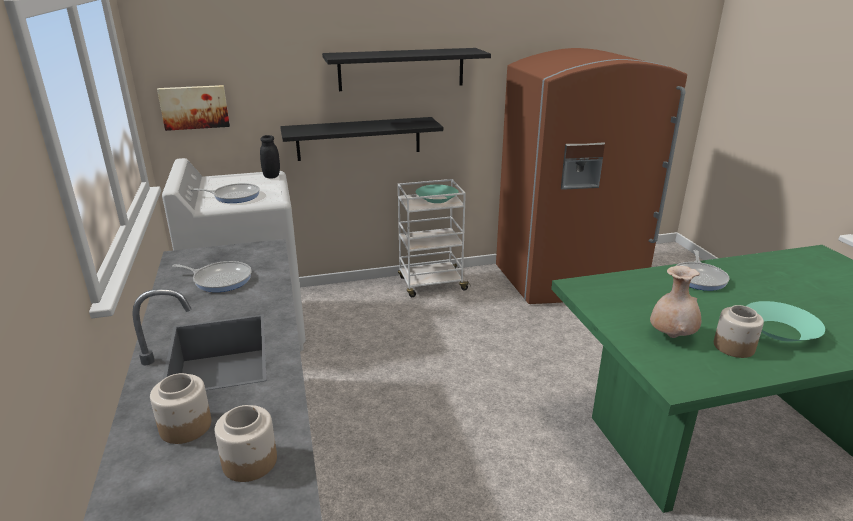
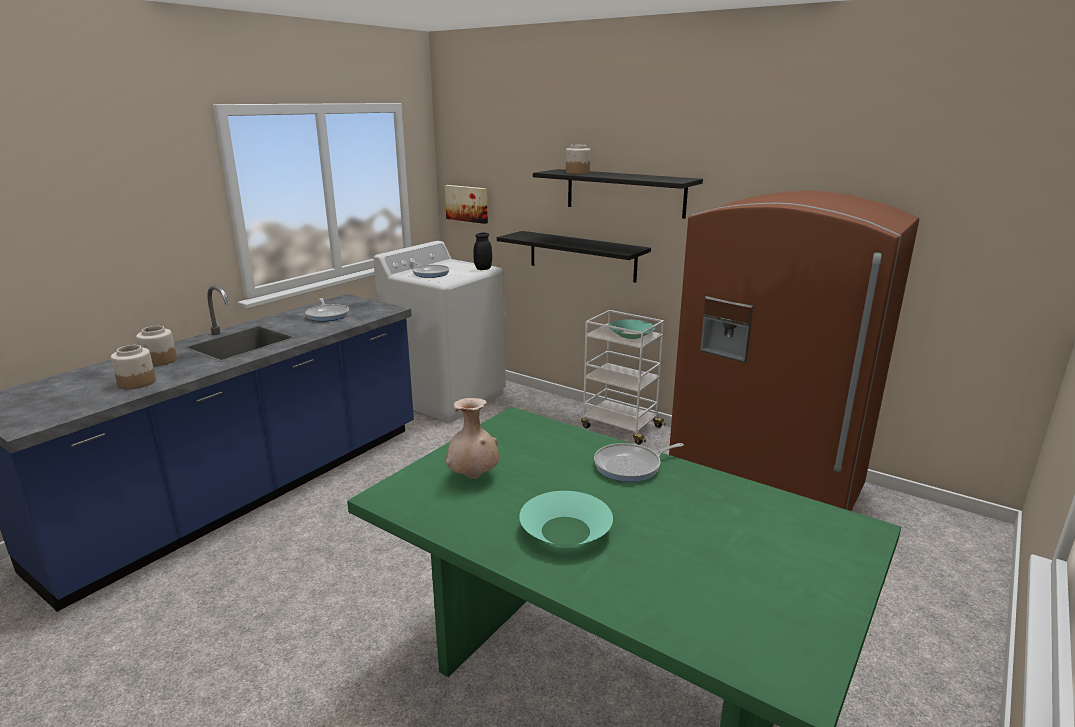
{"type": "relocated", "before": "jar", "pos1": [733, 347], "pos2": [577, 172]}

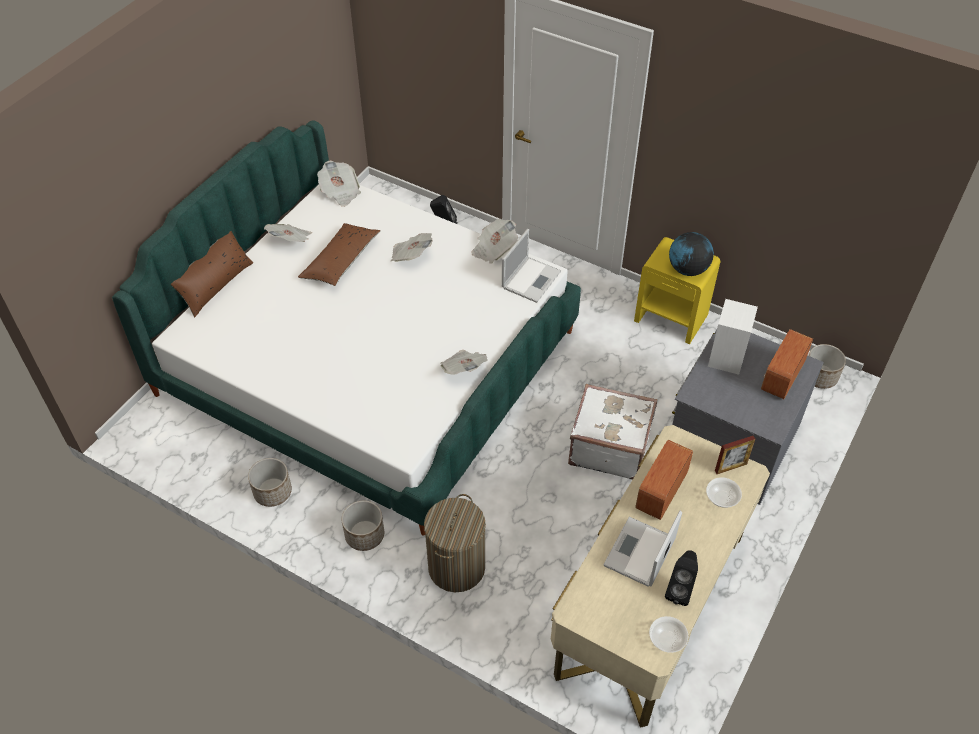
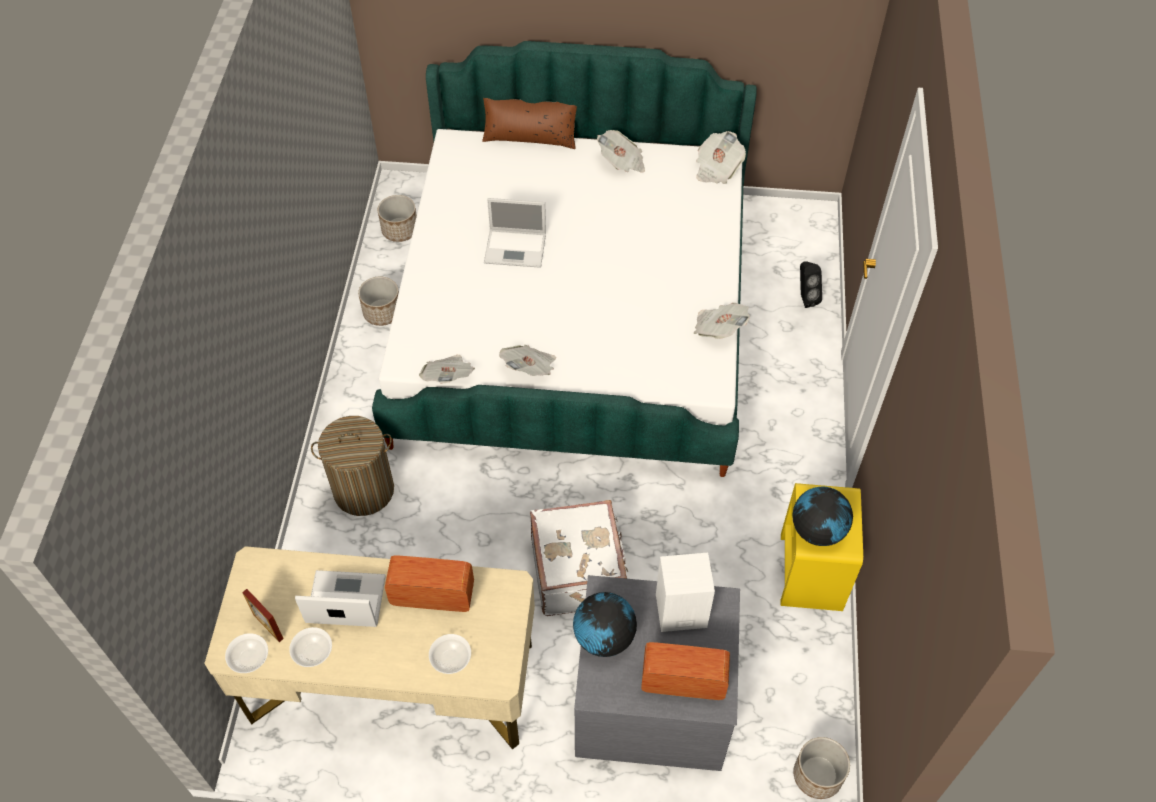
{"type": "missing", "before": "pillow in brown", "pos1": [341, 261]}
{"type": "appeared", "after": "globe", "pos2": [603, 637]}
{"type": "relocated", "before": "planter", "pos1": [364, 535], "pos2": [400, 230]}
{"type": "relocated", "before": "newspaper", "pos1": [411, 256], "pos2": [448, 377]}
{"type": "relocated", "before": "laptop", "pos1": [531, 279], "pos2": [516, 248]}
{"type": "relocated", "before": "picture frame", "pos1": [730, 467], "pos2": [268, 627]}
{"type": "exchanged", "before": "speaker in black", "after": "bowl", "pos1": [680, 590], "pos2": [313, 652]}

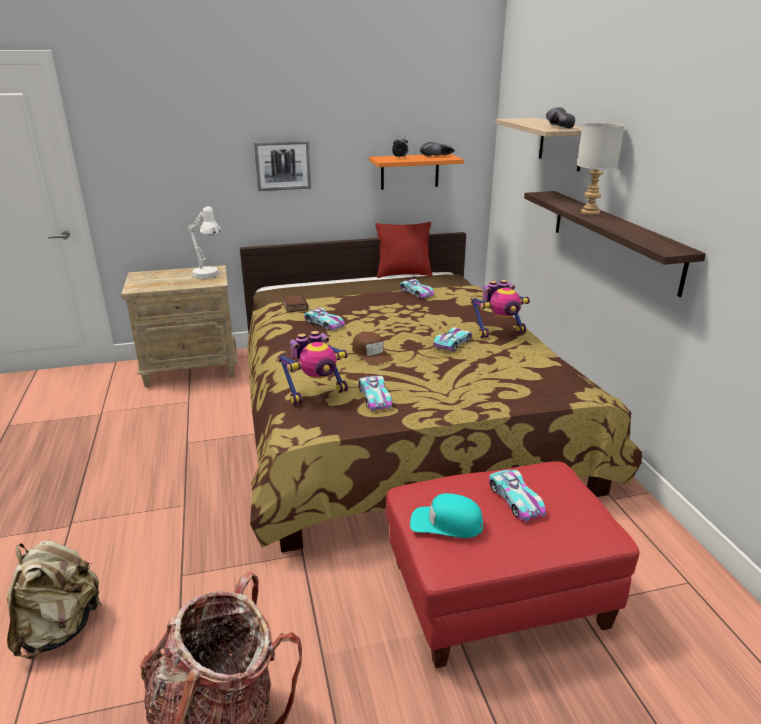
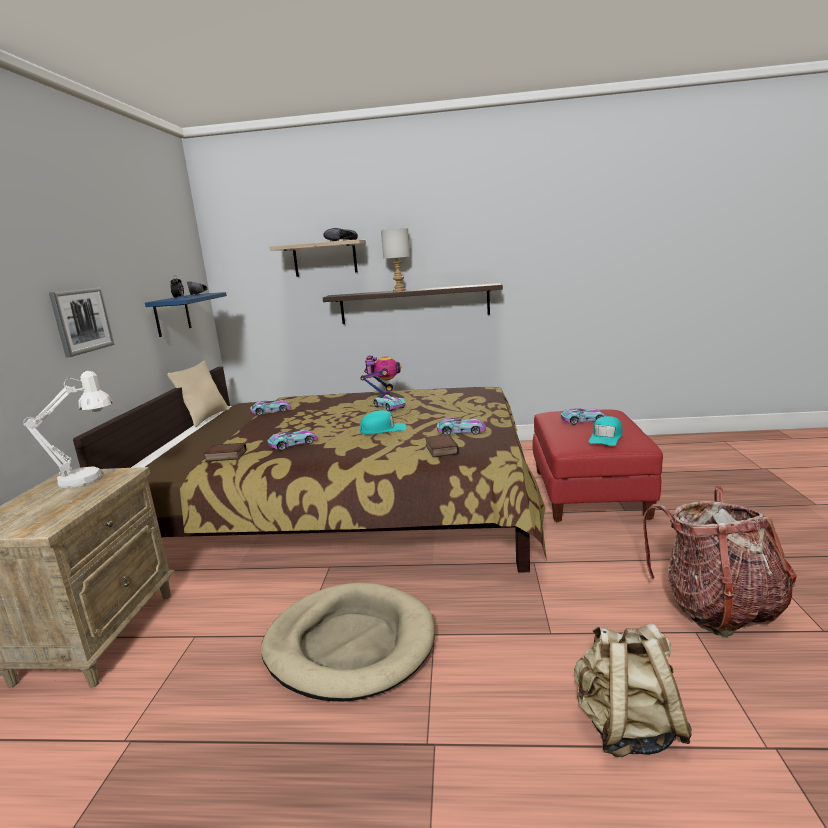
{"type": "appeared", "after": "dog bed in beige", "pos2": [350, 644]}
{"type": "exchanged", "before": "toy robot", "after": "book", "pos1": [316, 393], "pos2": [440, 449]}
{"type": "colour", "before": "cap in brown", "after": "cap in turquoise", "pos1": [371, 354], "pos2": [383, 429]}
{"type": "colour", "before": "shelf in orange", "after": "shelf in blue", "pos1": [409, 171], "pos2": [172, 315]}
{"type": "colour", "before": "pillow in red", "after": "pillow in beige", "pos1": [403, 274], "pos2": [206, 418]}

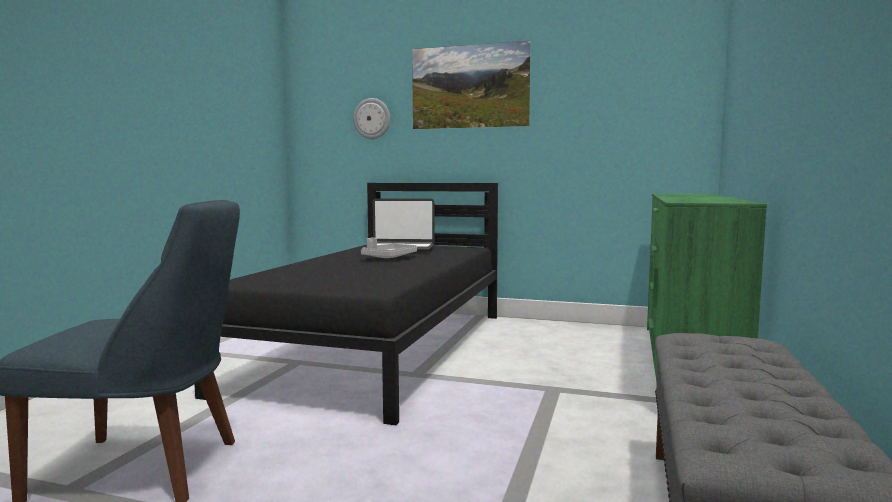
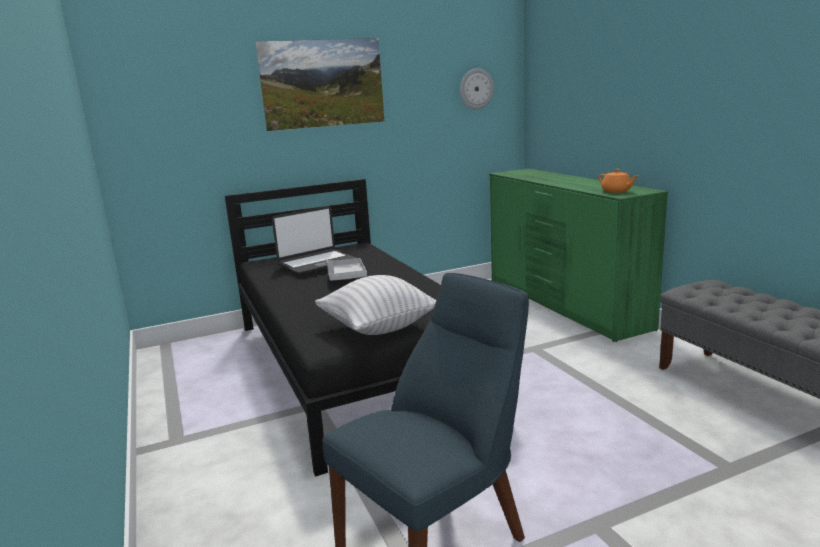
{"type": "appeared", "after": "pillow in white", "pos2": [378, 327]}
{"type": "appeared", "after": "teapot in orange", "pos2": [616, 191]}
{"type": "relocated", "before": "wall clock", "pos1": [372, 118], "pos2": [476, 89]}

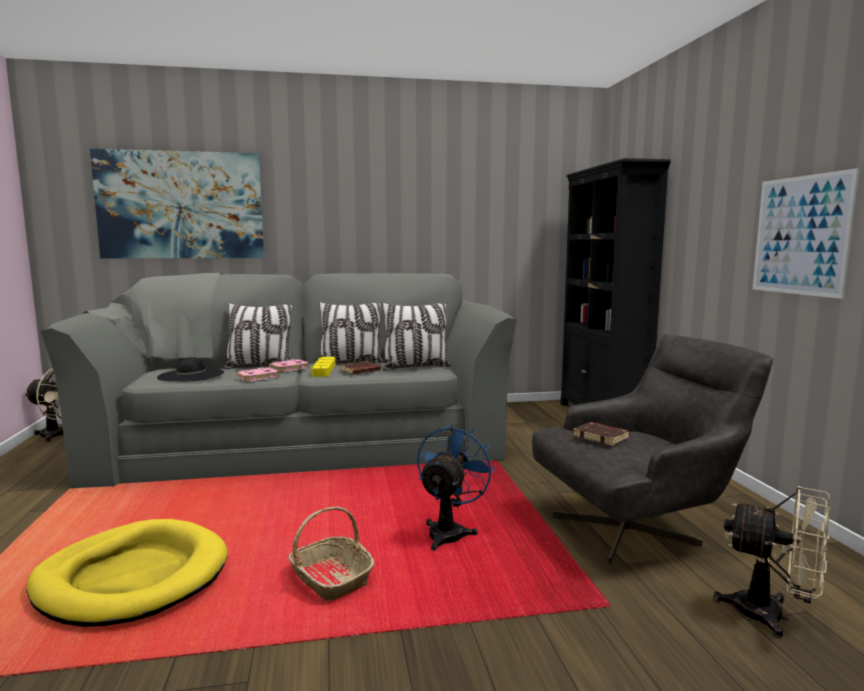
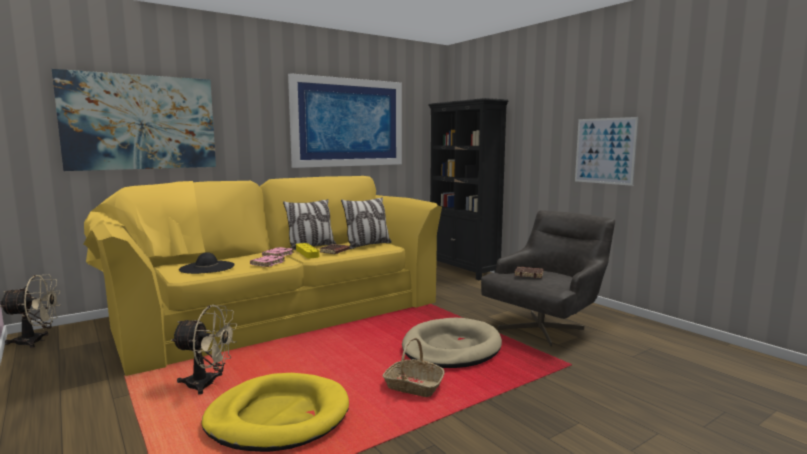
{"type": "missing", "before": "pillow", "pos1": [260, 366]}
{"type": "appeared", "after": "picture", "pos2": [348, 122]}
{"type": "relocated", "before": "fan in beige", "pos1": [772, 616], "pos2": [208, 384]}
{"type": "exchanged", "before": "fan in blue", "after": "dog bed in beige", "pos1": [449, 532], "pos2": [451, 348]}
{"type": "colour", "before": "sofa in grey", "after": "sofa in yellow", "pos1": [302, 440], "pos2": [278, 311]}

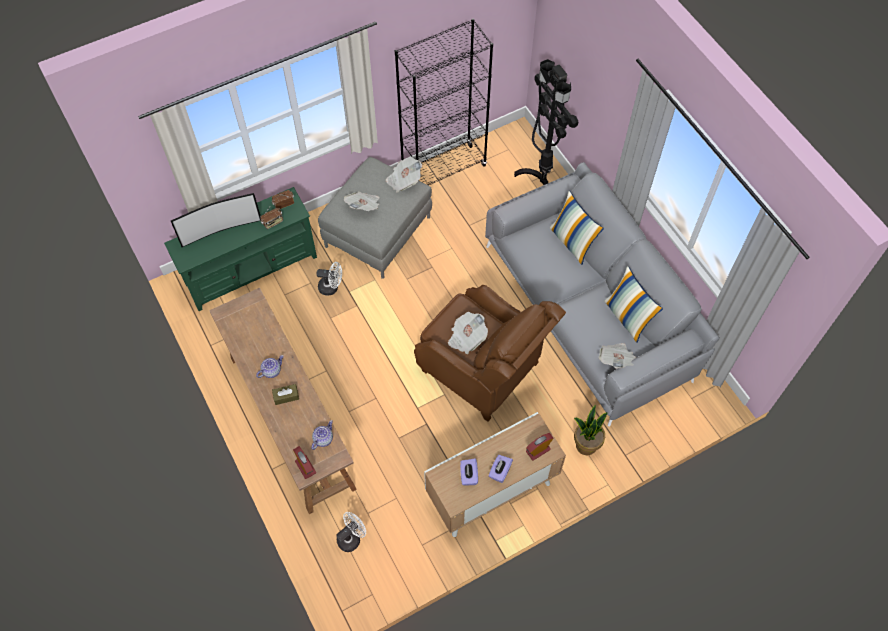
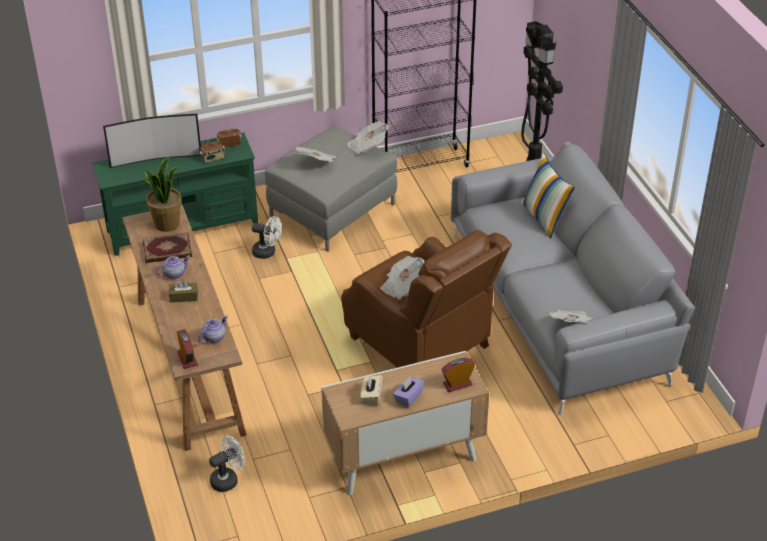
{"type": "missing", "before": "pillow", "pos1": [628, 317]}
{"type": "appeared", "after": "book", "pos2": [167, 250]}
{"type": "relocated", "before": "potted plant", "pos1": [585, 445], "pos2": [166, 223]}
{"type": "colour", "before": "tissue box in purple", "after": "tissue box in beige", "pos1": [468, 475], "pos2": [371, 396]}

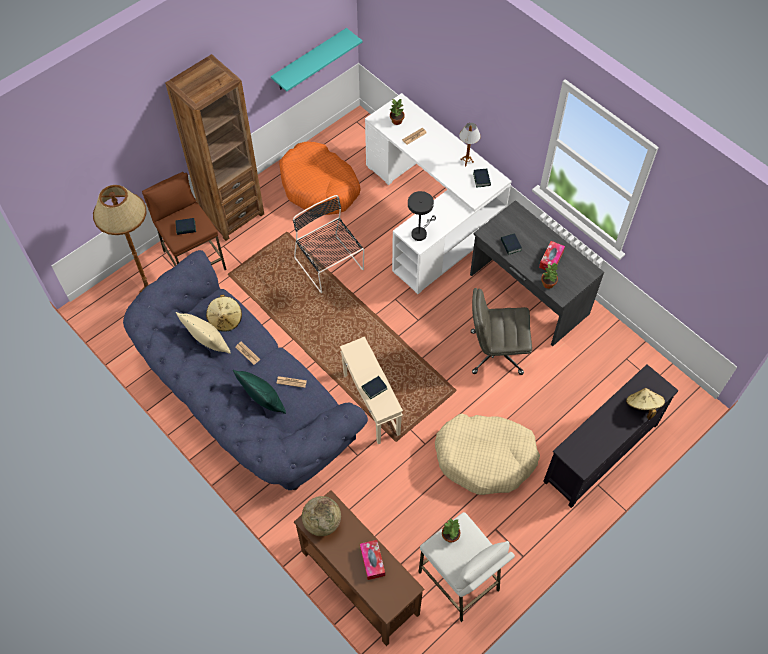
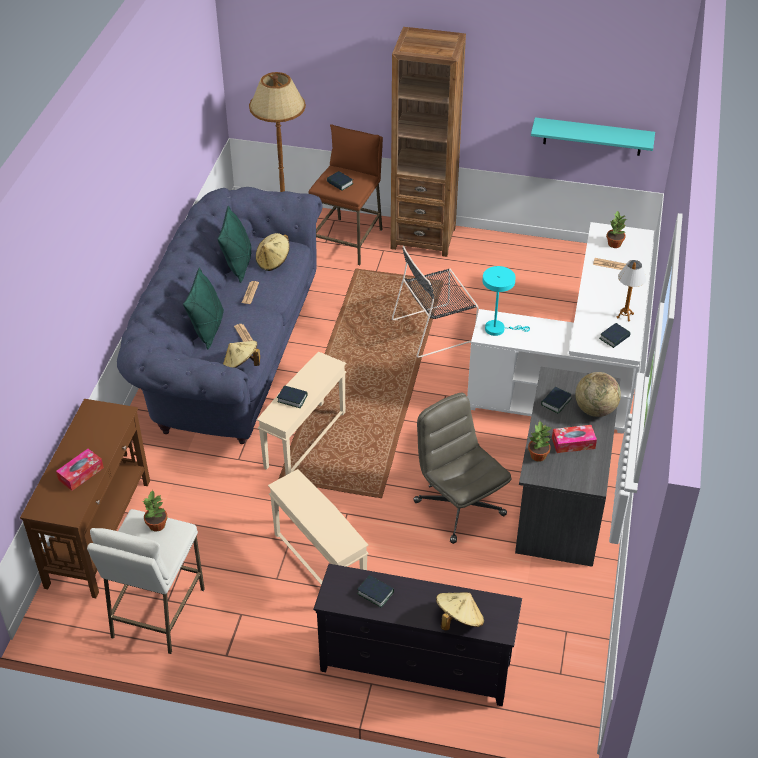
{"type": "missing", "before": "dog bed in orange", "pos1": [319, 187]}
{"type": "appeared", "after": "hat in beige", "pos2": [241, 366]}
{"type": "appeared", "after": "book", "pos2": [375, 593]}
{"type": "relocated", "before": "globe", "pos1": [322, 522], "pos2": [595, 409]}
{"type": "exchanged", "before": "dog bed in beige", "after": "side table in beige", "pos1": [485, 457], "pos2": [320, 562]}
{"type": "colour", "before": "pillow in beige", "after": "pillow in green", "pos1": [208, 343], "pos2": [238, 264]}
{"type": "colour", "before": "table lamp in grey", "after": "table lamp in turquoise", "pos1": [420, 232], "pos2": [498, 329]}
{"type": "spun", "before": "chair in black", "pos1": [330, 265], "pos2": [435, 329], "turn": -135}

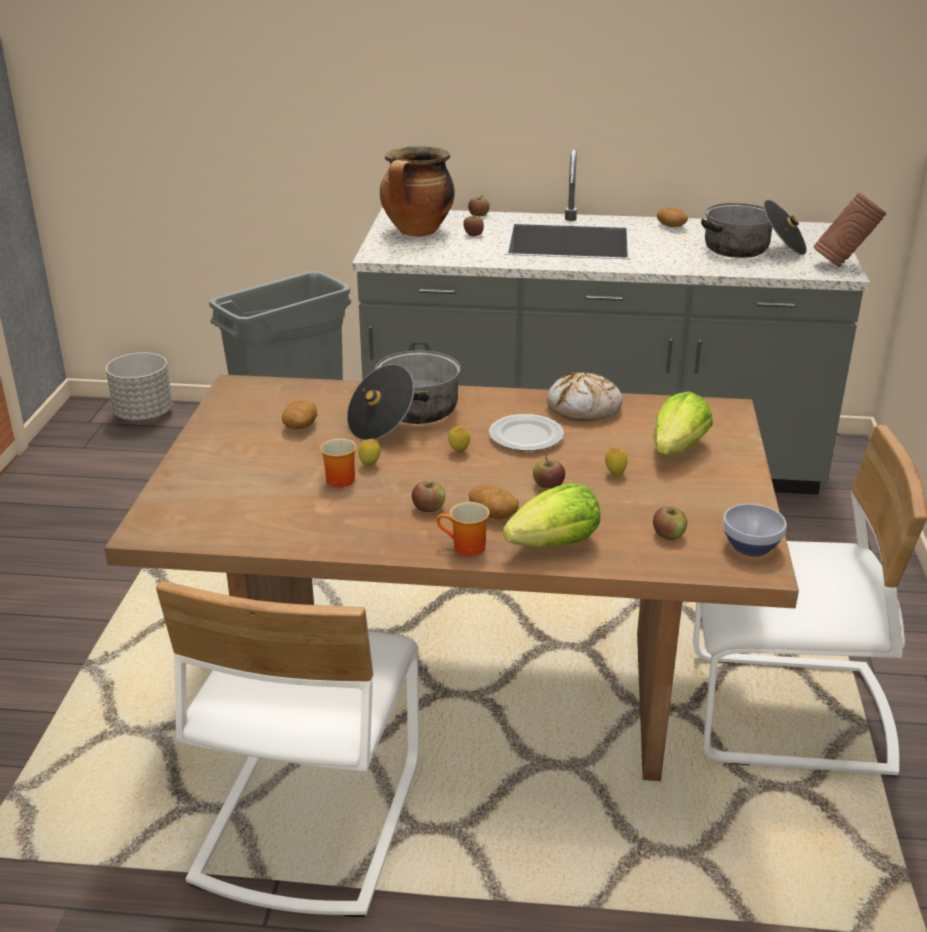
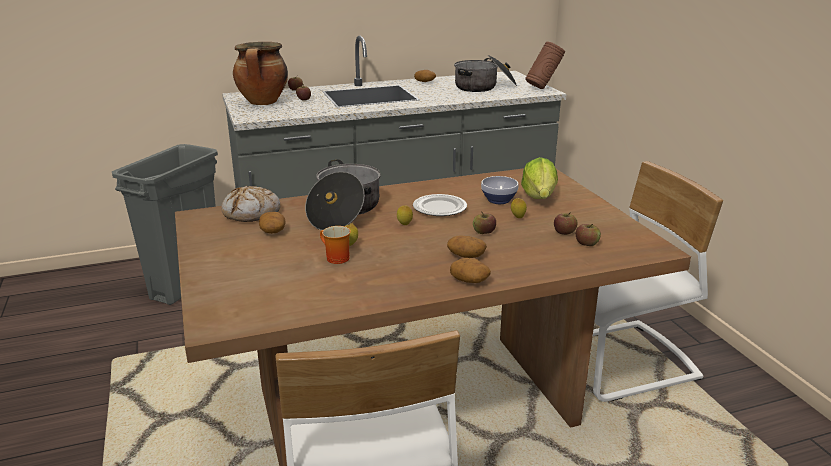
{"type": "missing", "before": "planter in grey", "pos1": [144, 415]}
{"type": "missing", "before": "lettuce", "pos1": [555, 544]}
{"type": "relocated", "before": "apple", "pos1": [428, 508], "pos2": [564, 232]}
{"type": "relocated", "before": "bread", "pos1": [584, 408], "pos2": [252, 213]}
{"type": "relocated", "before": "bowl", "pos1": [752, 546], "pos2": [499, 200]}
{"type": "exchanged", "before": "mug", "after": "potato", "pos1": [465, 548], "pos2": [470, 280]}

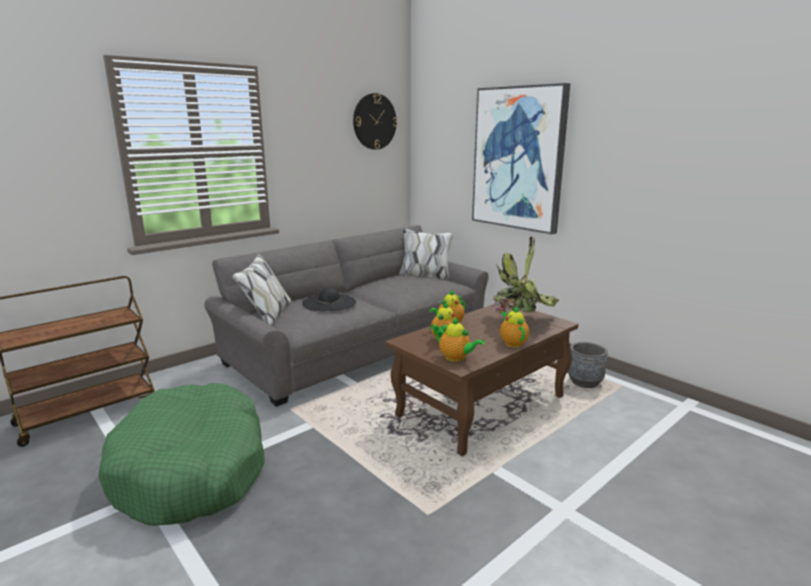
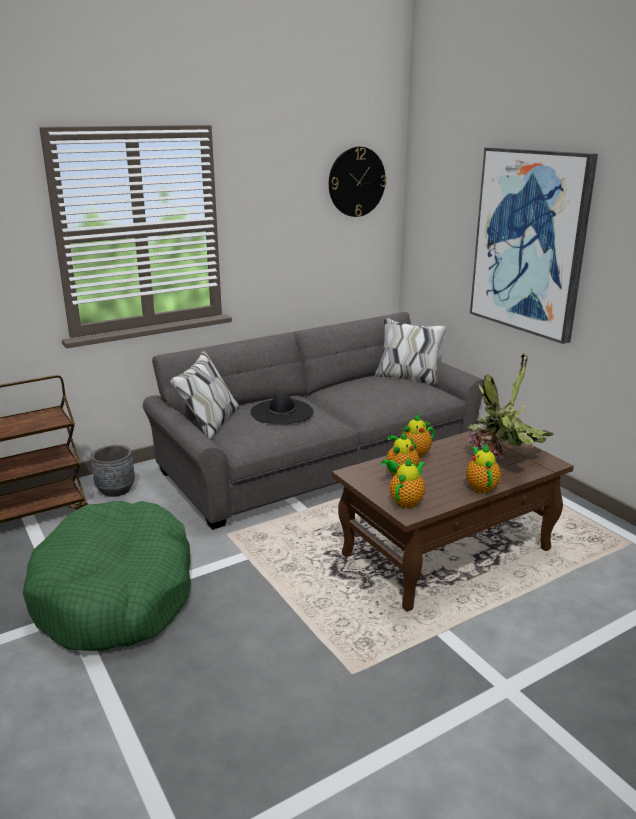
{"type": "relocated", "before": "planter in grey", "pos1": [584, 382], "pos2": [116, 490]}
{"type": "spun", "before": "teapot", "pos1": [456, 358], "pos2": [407, 501], "turn": -105}

